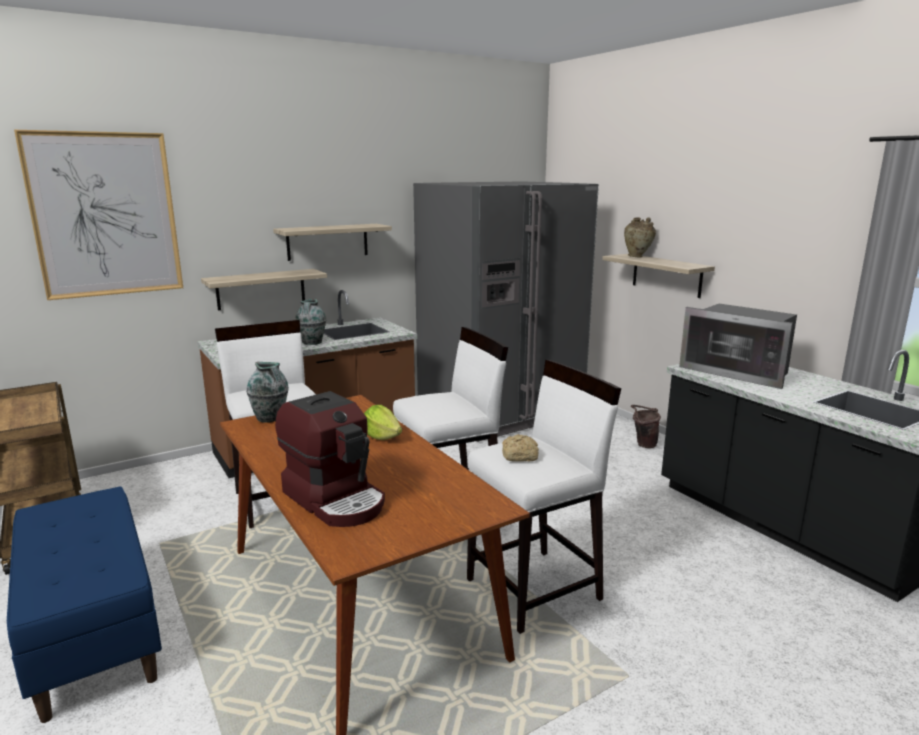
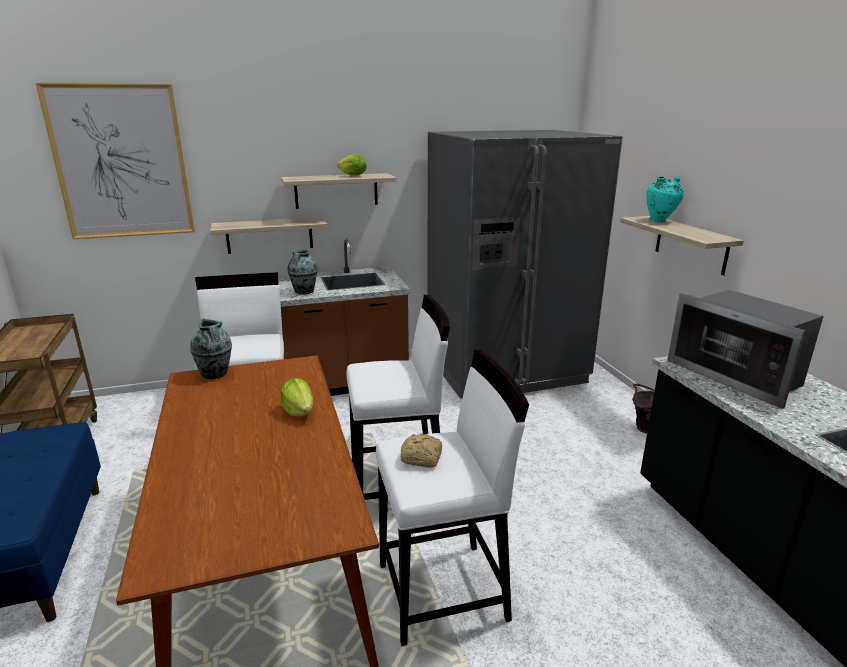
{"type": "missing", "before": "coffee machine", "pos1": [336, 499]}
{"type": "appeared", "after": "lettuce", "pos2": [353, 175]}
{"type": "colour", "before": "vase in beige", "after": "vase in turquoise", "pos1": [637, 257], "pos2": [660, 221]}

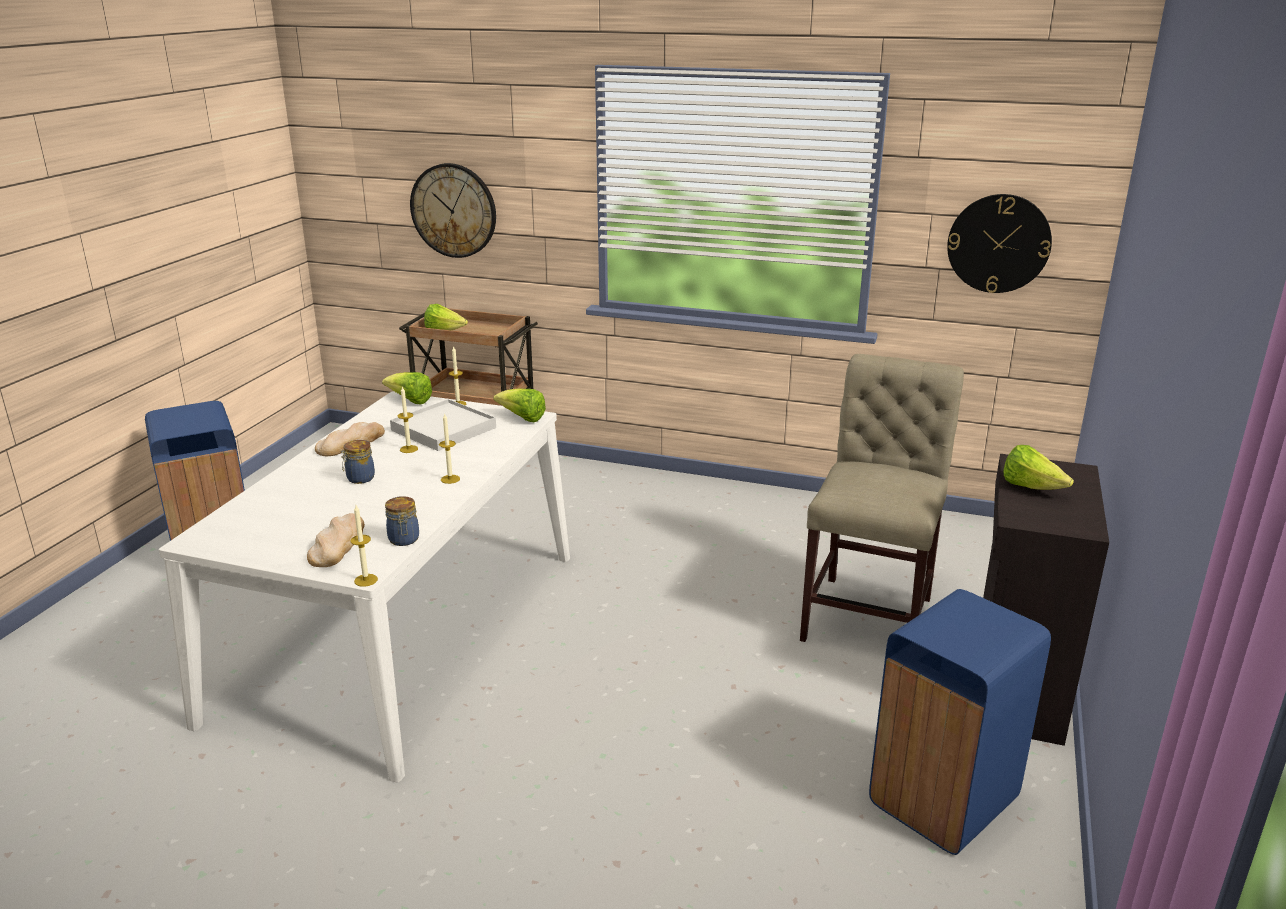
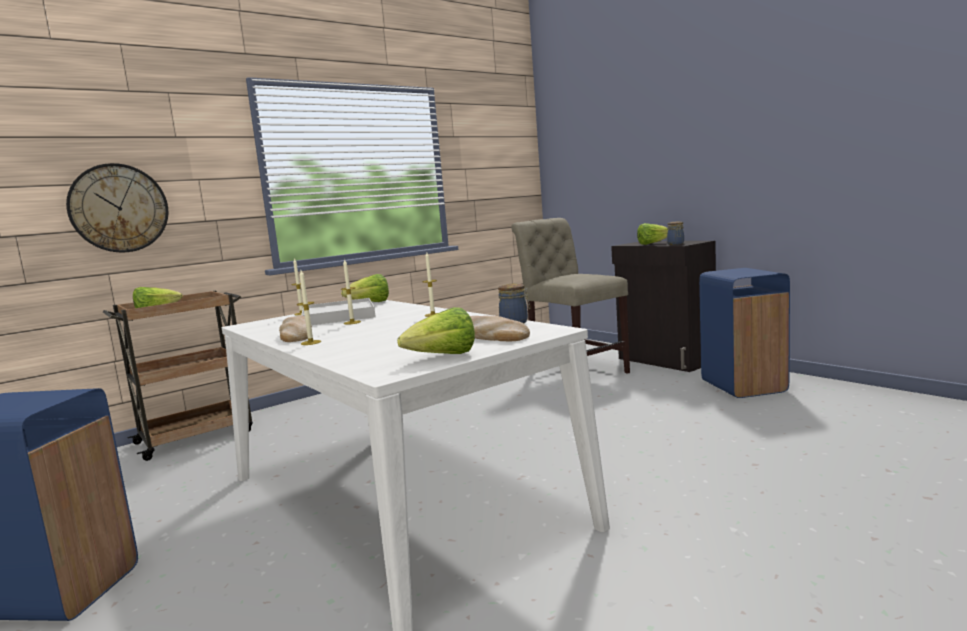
{"type": "missing", "before": "wall clock", "pos1": [998, 243]}
{"type": "relocated", "before": "jar", "pos1": [359, 478], "pos2": [676, 244]}
{"type": "relocated", "before": "candle", "pos1": [366, 580], "pos2": [311, 342]}
{"type": "relocated", "before": "lettuce", "pos1": [410, 401], "pos2": [443, 357]}

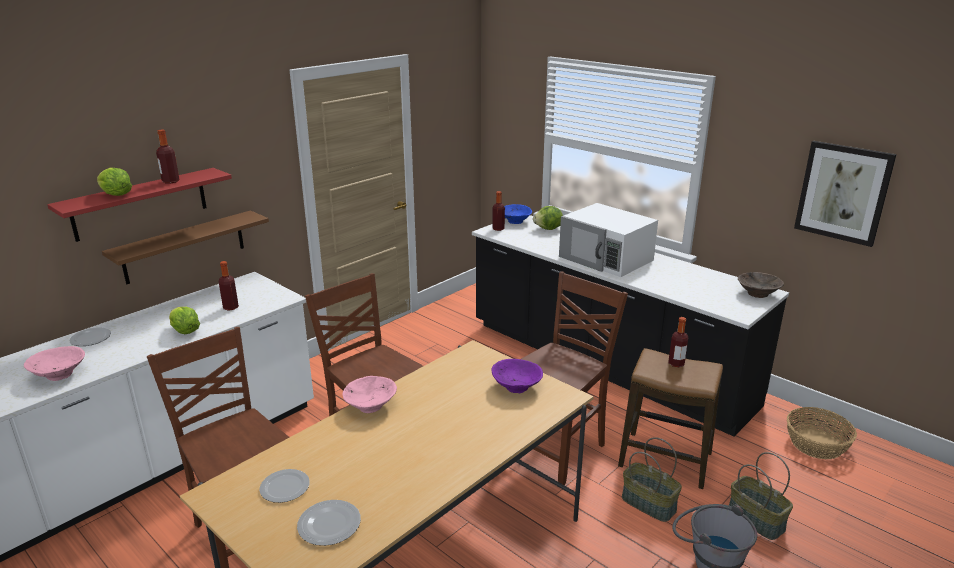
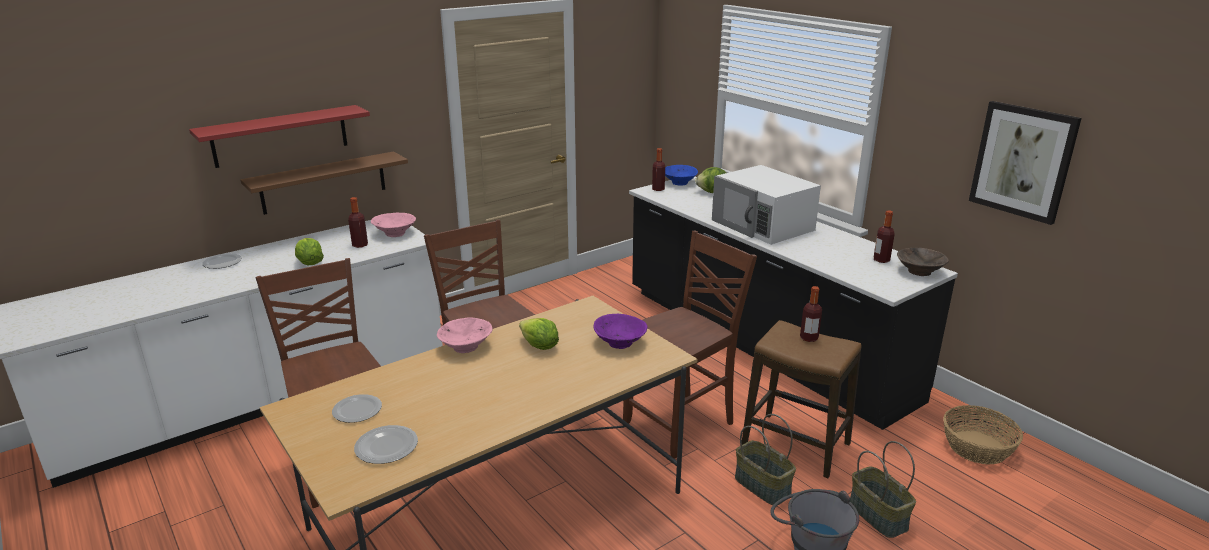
{"type": "relocated", "before": "bowl in pink", "pos1": [59, 375], "pos2": [394, 234]}
{"type": "relocated", "before": "lettuce", "pos1": [116, 195], "pos2": [539, 346]}
{"type": "relocated", "before": "bottle", "pos1": [170, 181], "pos2": [881, 260]}

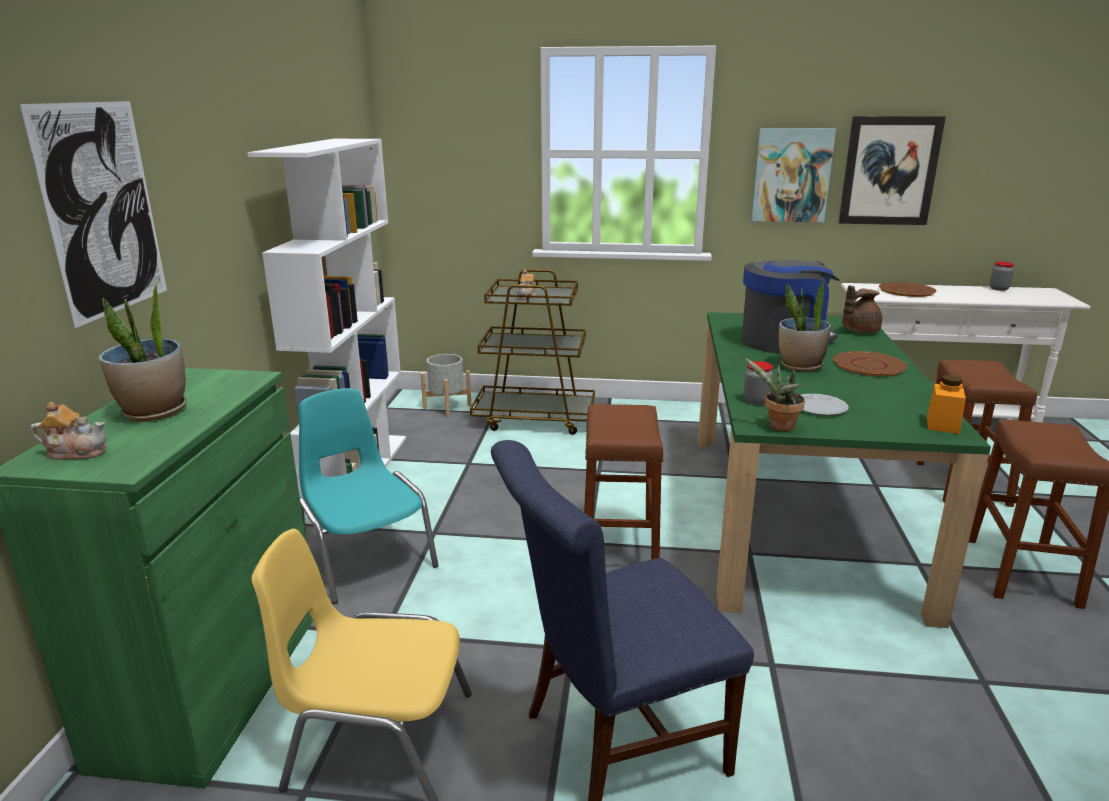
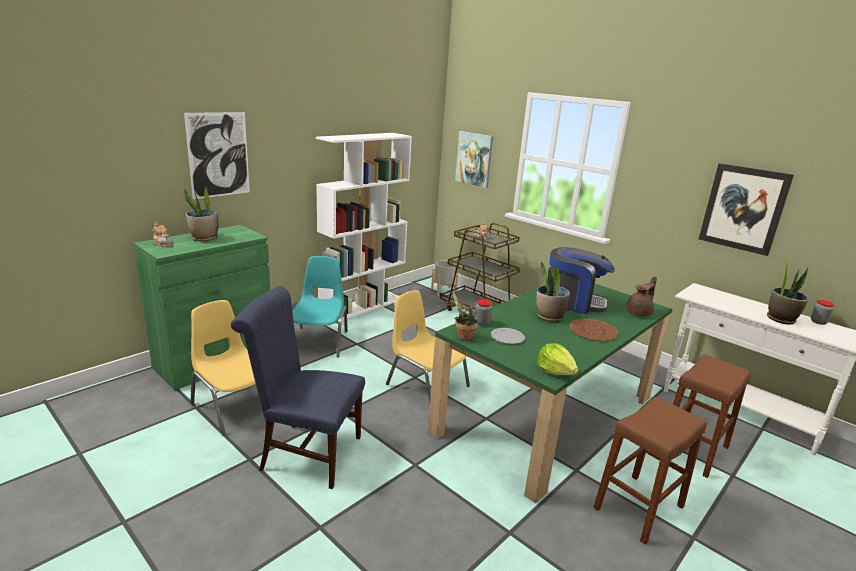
{"type": "missing", "before": "plate in brown", "pos1": [906, 290]}
{"type": "appeared", "after": "potted plant", "pos2": [781, 319]}
{"type": "relocated", "before": "picture", "pos1": [791, 175], "pos2": [474, 159]}
{"type": "exchanged", "before": "stool in brown", "after": "chair in yellow", "pos1": [619, 546], "pos2": [426, 385]}
{"type": "exchanged", "before": "jar in orange", "after": "lettuce", "pos1": [942, 425], "pos2": [555, 371]}
{"type": "spun", "before": "teapot in brown", "pos1": [858, 331], "pos2": [639, 313], "turn": 135}

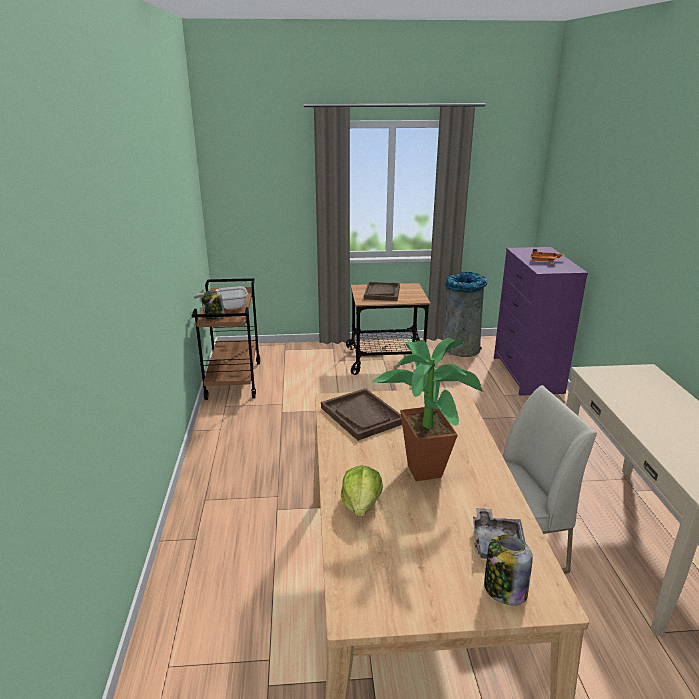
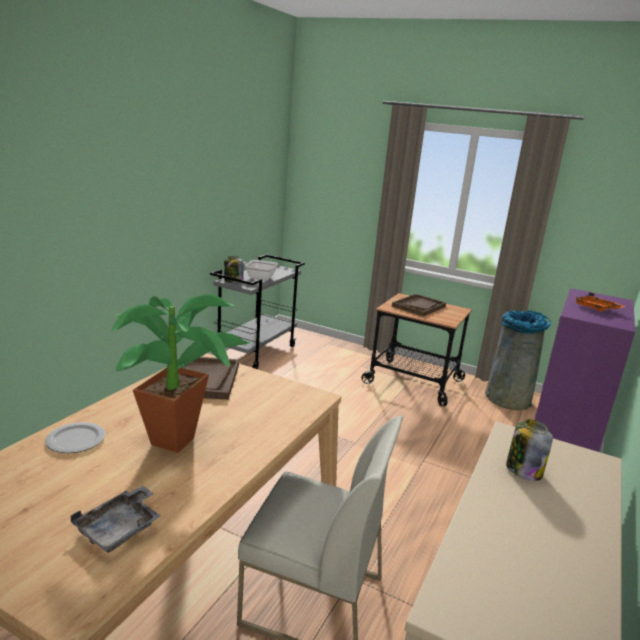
{"type": "relocated", "before": "jar", "pos1": [504, 589], "pos2": [523, 470]}
{"type": "exchanged", "before": "lettuce", "after": "plate", "pos1": [361, 504], "pos2": [77, 440]}
{"type": "colour", "before": "cart in brown", "after": "cart in grey", "pos1": [233, 380], "pos2": [256, 351]}

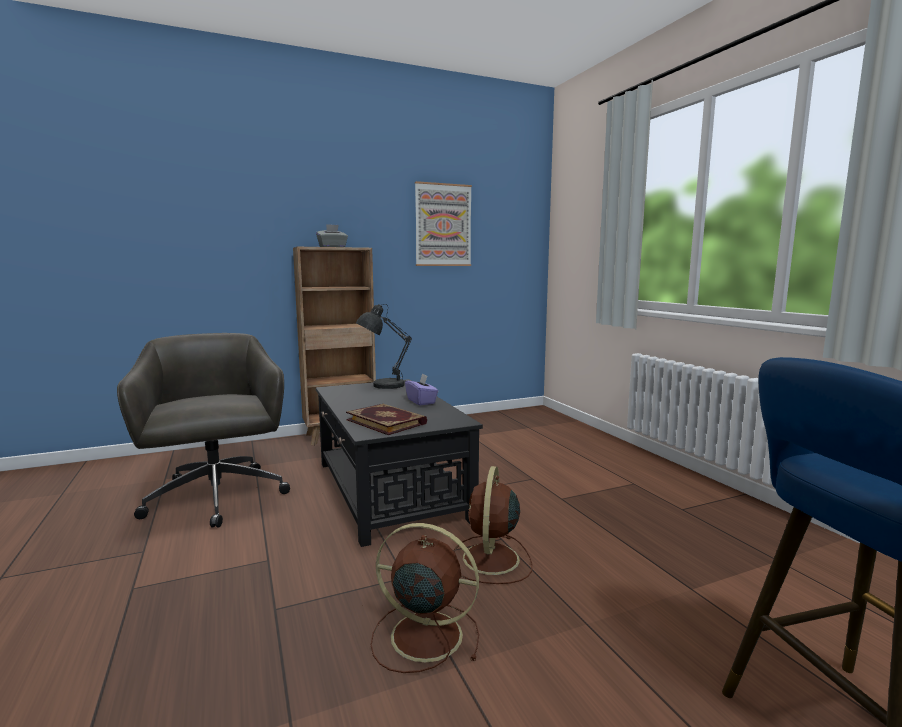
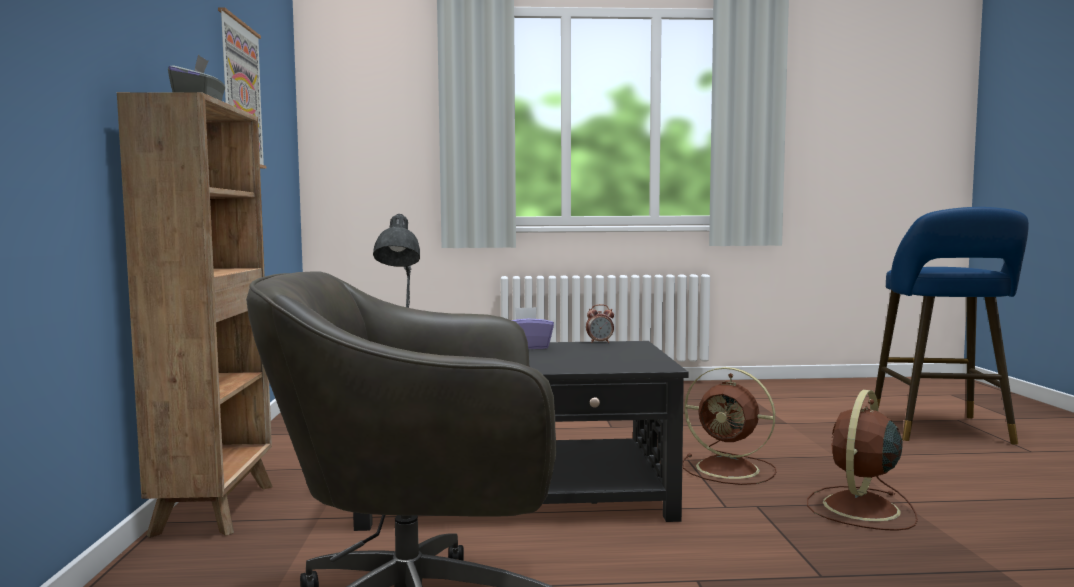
{"type": "missing", "before": "book", "pos1": [387, 421]}
{"type": "appeared", "after": "alarm clock", "pos2": [600, 342]}

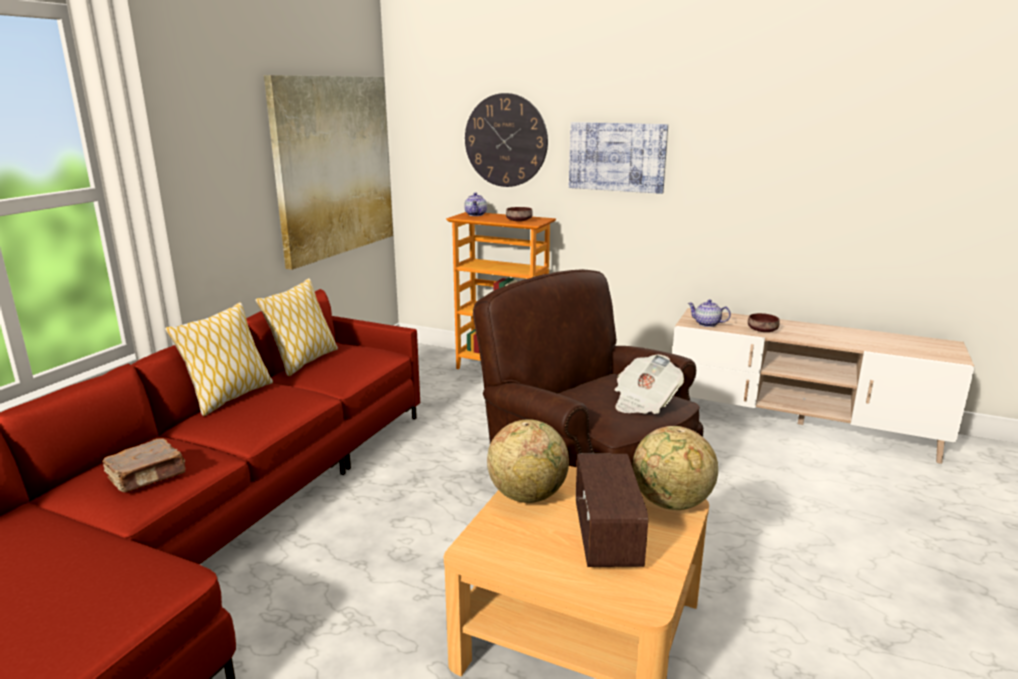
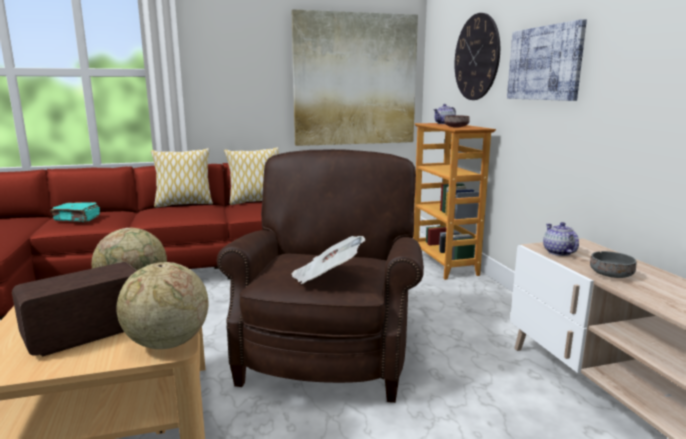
{"type": "colour", "before": "book in brown", "after": "book in turquoise", "pos1": [148, 476], "pos2": [77, 219]}
{"type": "colour", "before": "bowl in brown", "after": "bowl in grey", "pos1": [763, 330], "pos2": [611, 275]}

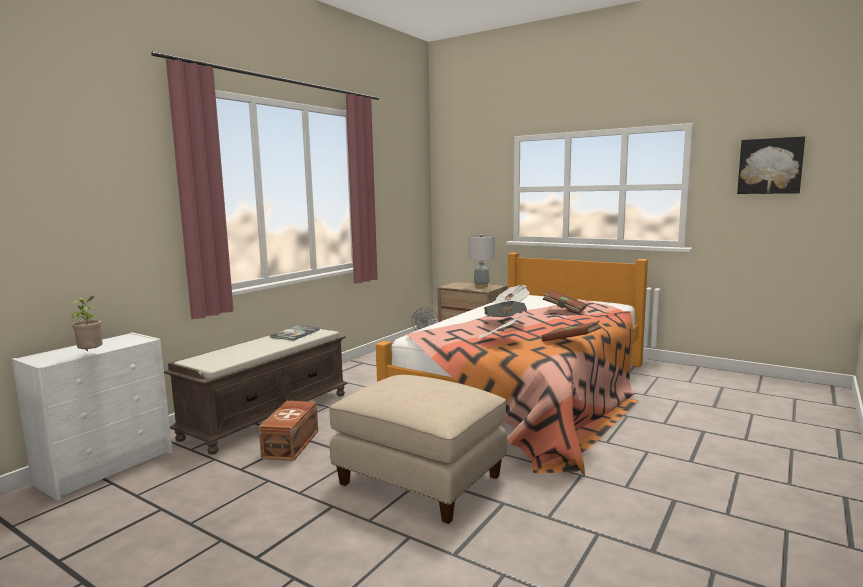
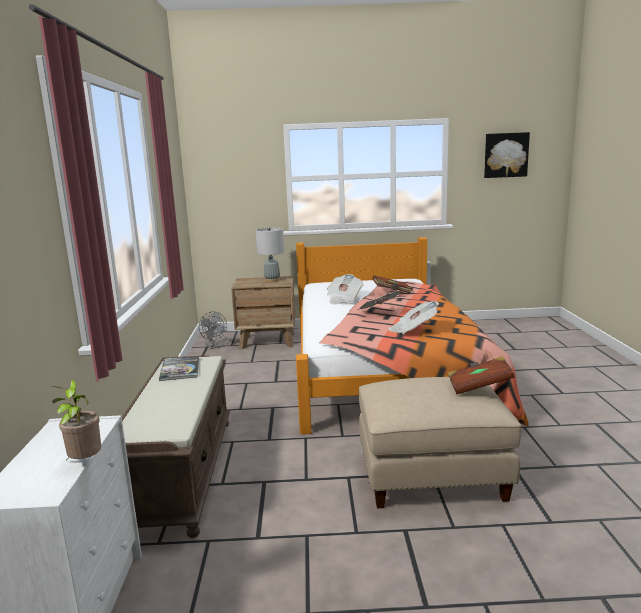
{"type": "missing", "before": "storage box in brown", "pos1": [292, 444]}
{"type": "relocated", "before": "book in brown", "pos1": [570, 342], "pos2": [479, 387]}

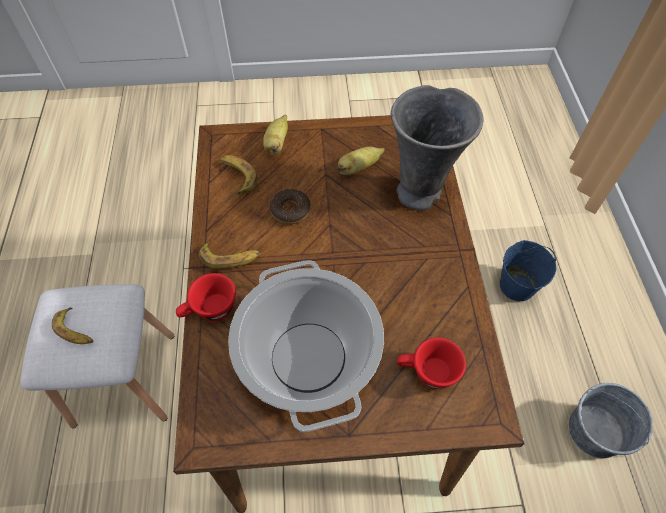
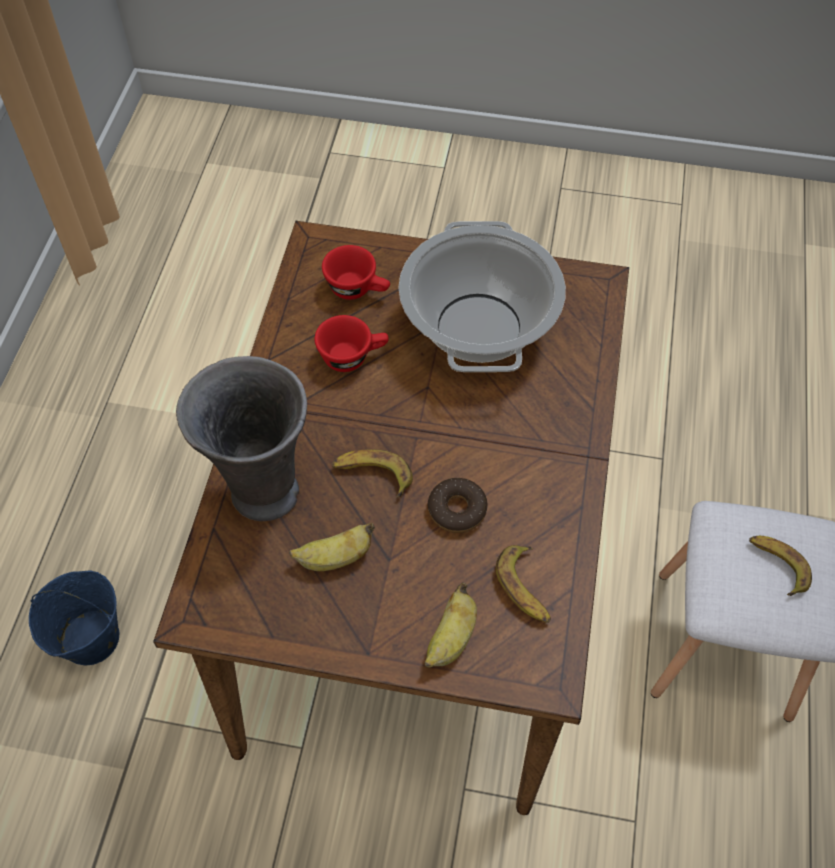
{"type": "missing", "before": "bucket in grey", "pos1": [595, 431]}
{"type": "relocated", "before": "cup in red", "pos1": [210, 311], "pos2": [353, 356]}
{"type": "relocated", "before": "banana", "pos1": [230, 258], "pos2": [372, 475]}

